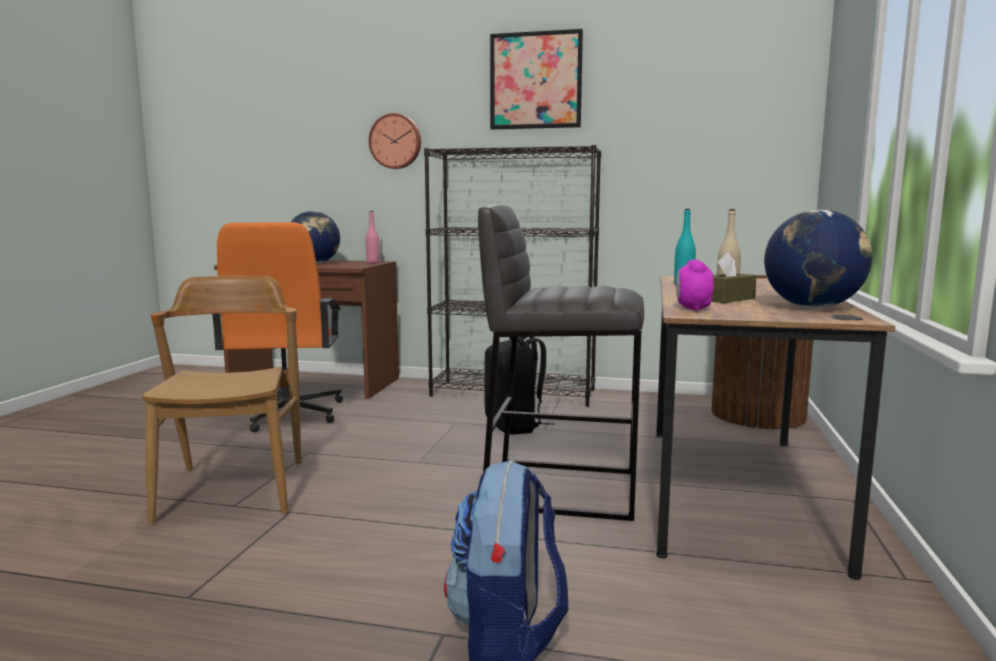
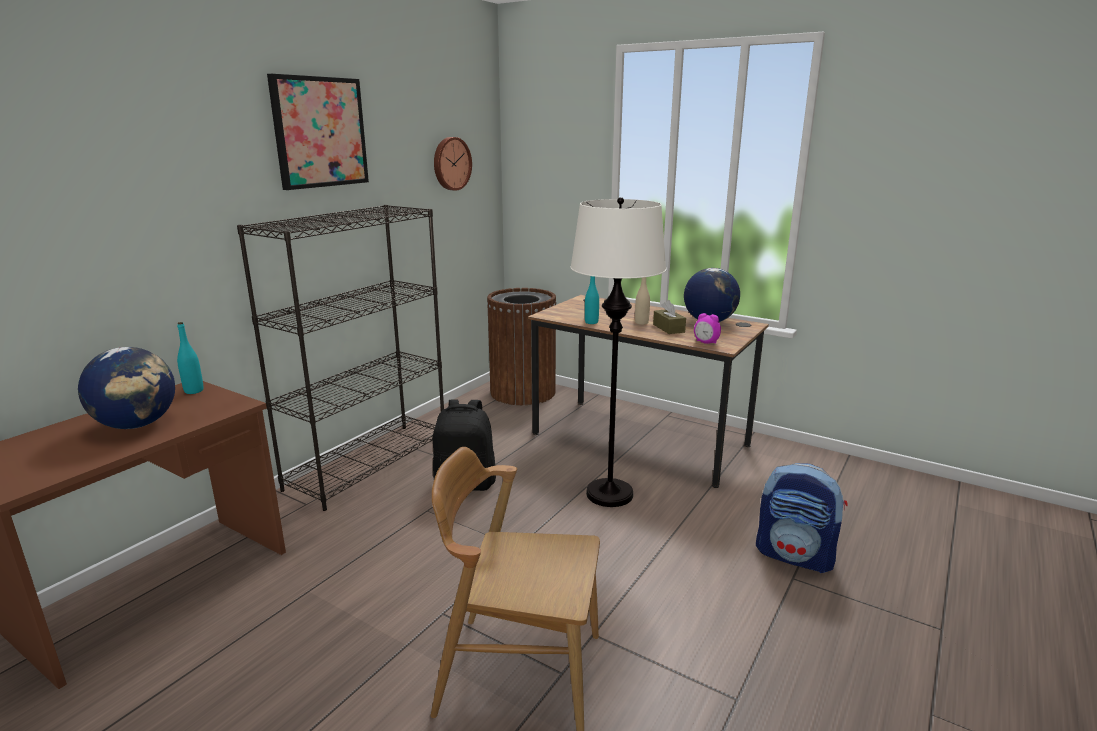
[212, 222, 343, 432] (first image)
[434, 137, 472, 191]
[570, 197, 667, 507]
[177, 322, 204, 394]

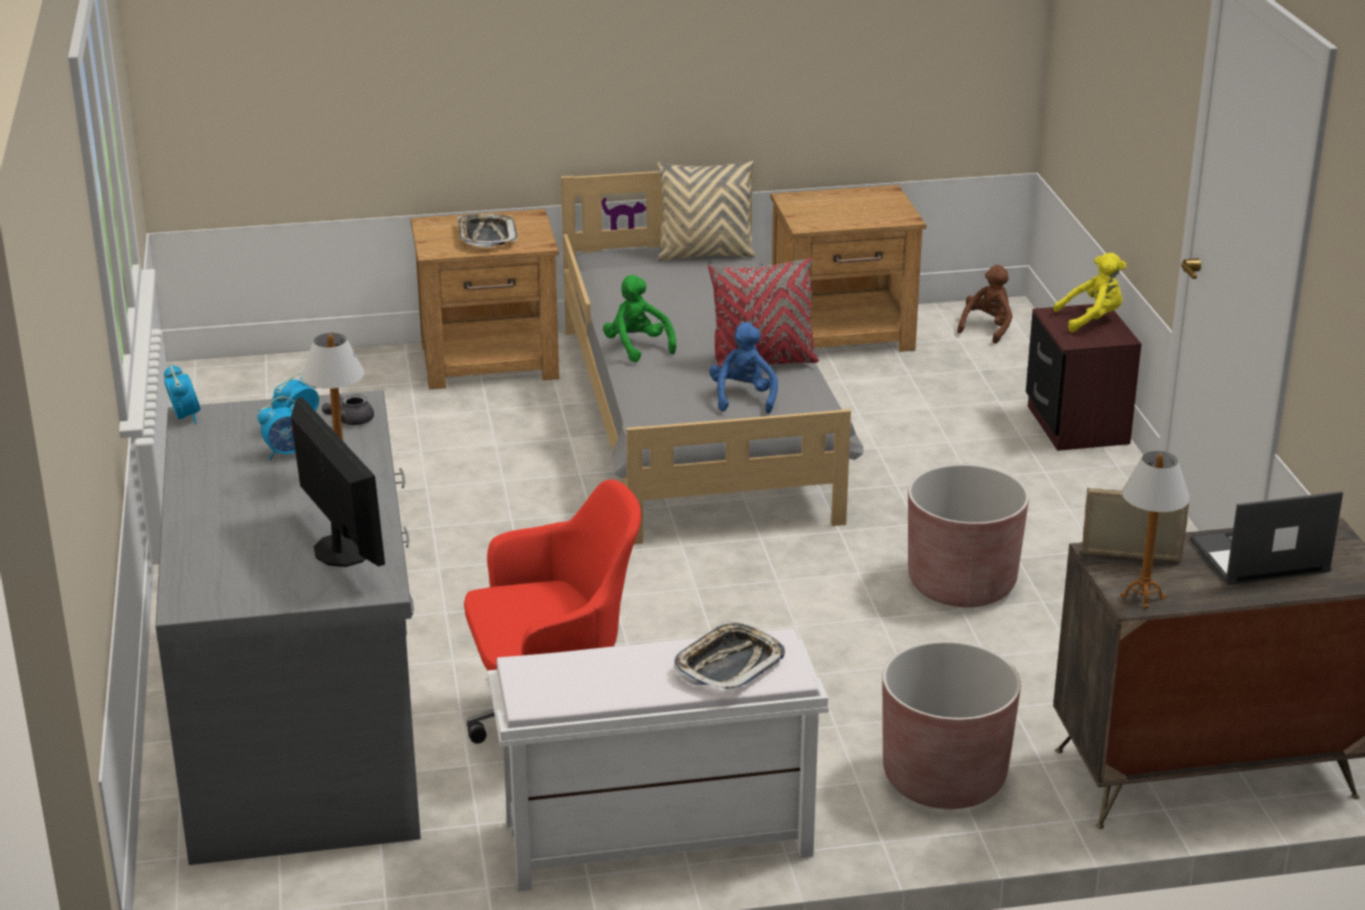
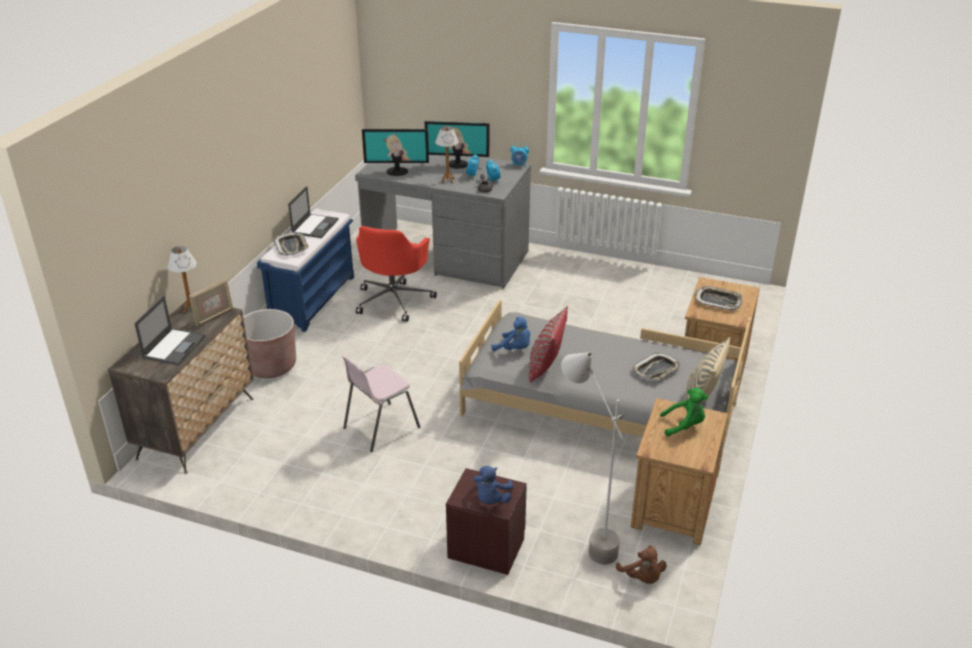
[288, 186, 338, 238]
[425, 121, 489, 169]
[561, 352, 625, 564]
[632, 353, 680, 381]
[660, 388, 708, 436]
[342, 356, 420, 452]
[257, 209, 354, 332]
[473, 466, 514, 504]

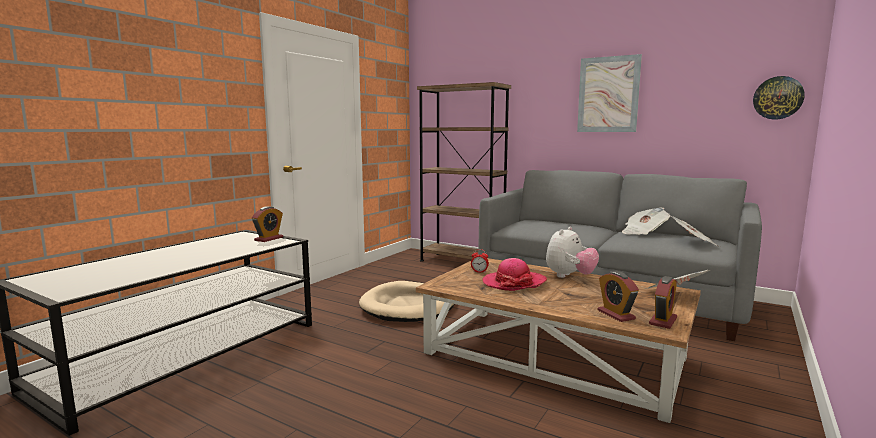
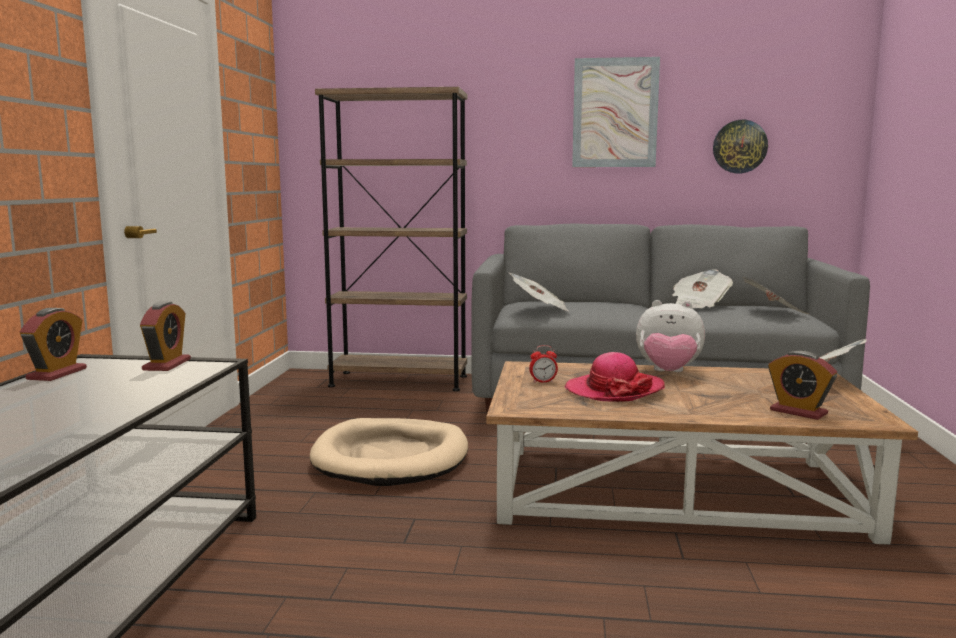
[509, 273, 570, 312]
[20, 308, 87, 381]
[713, 120, 768, 173]
[636, 300, 705, 372]

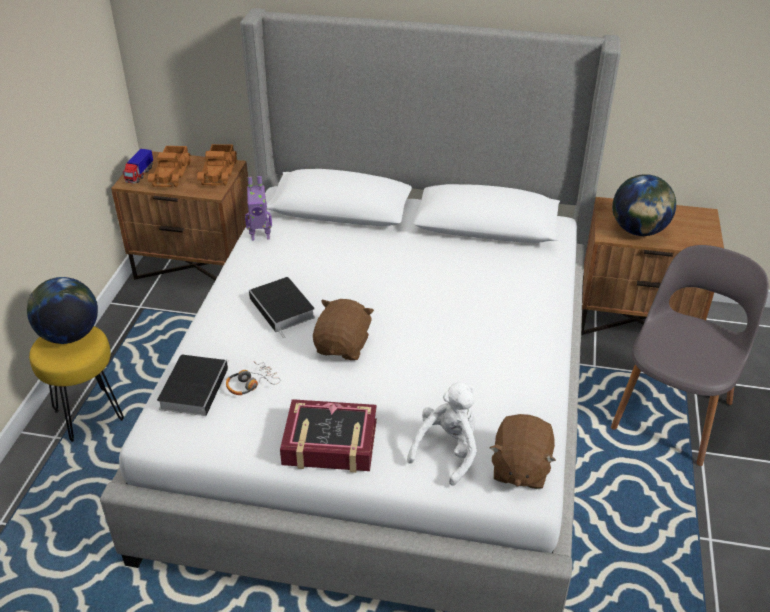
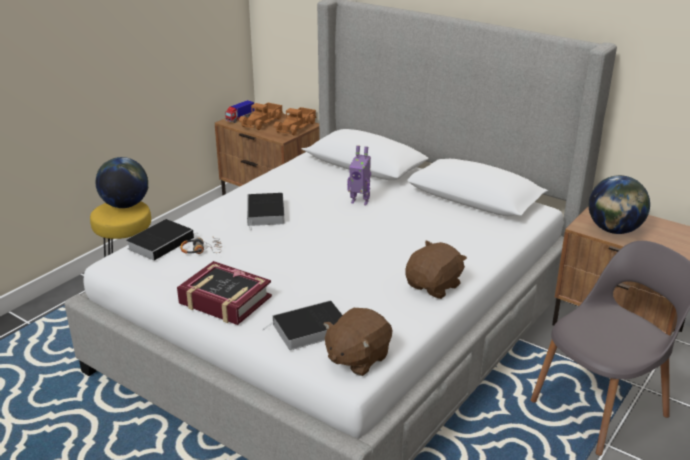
[347, 145, 371, 205]
[405, 240, 467, 299]
[265, 300, 343, 350]

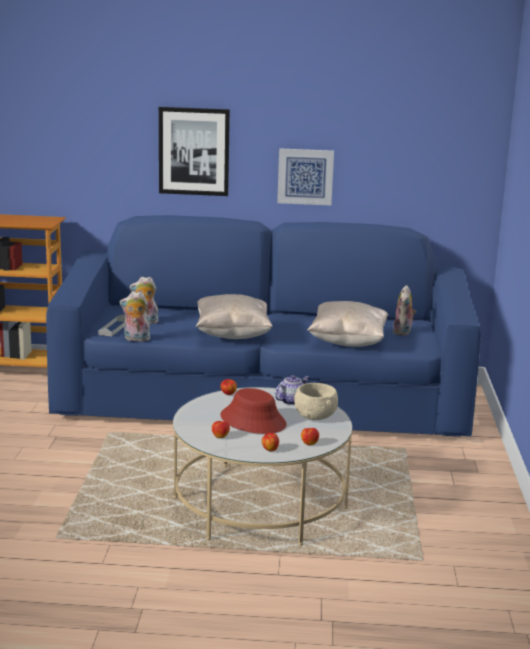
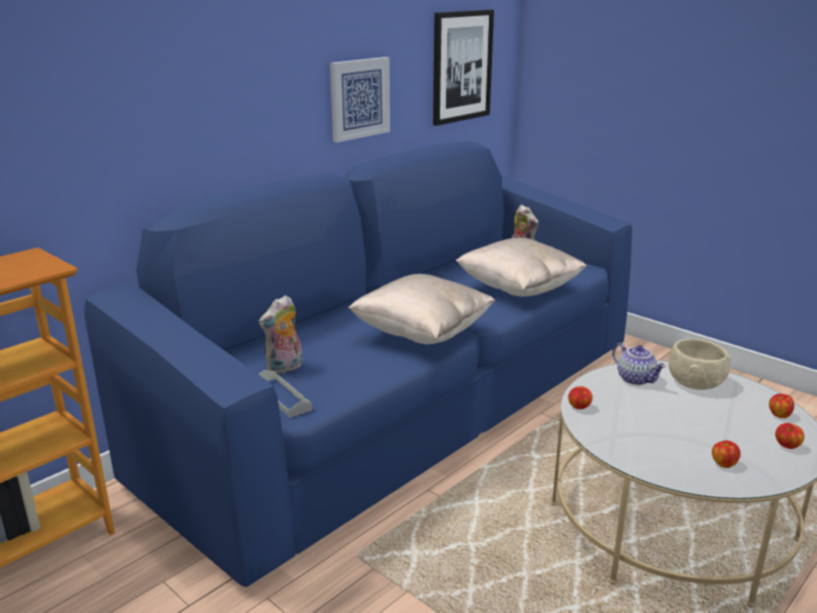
[120, 292, 150, 342] (first image)
[220, 388, 287, 434] (first image)
[433, 10, 494, 126]
[612, 343, 666, 385]

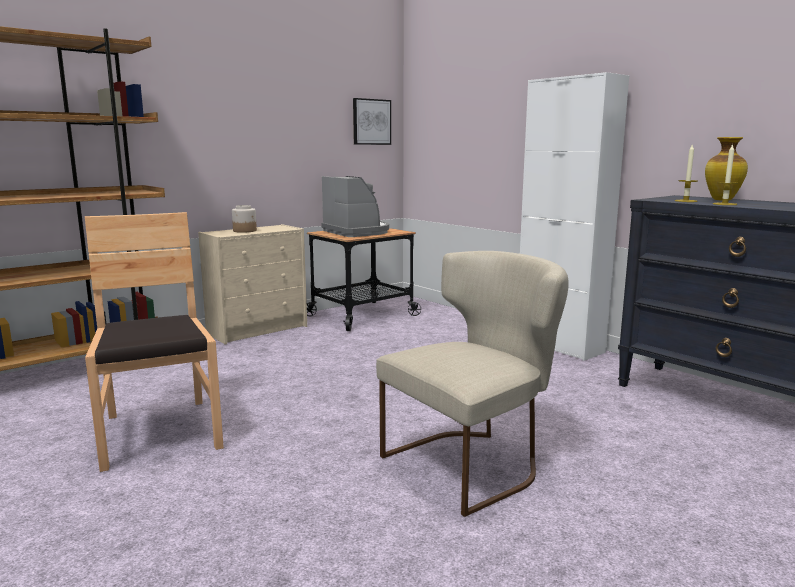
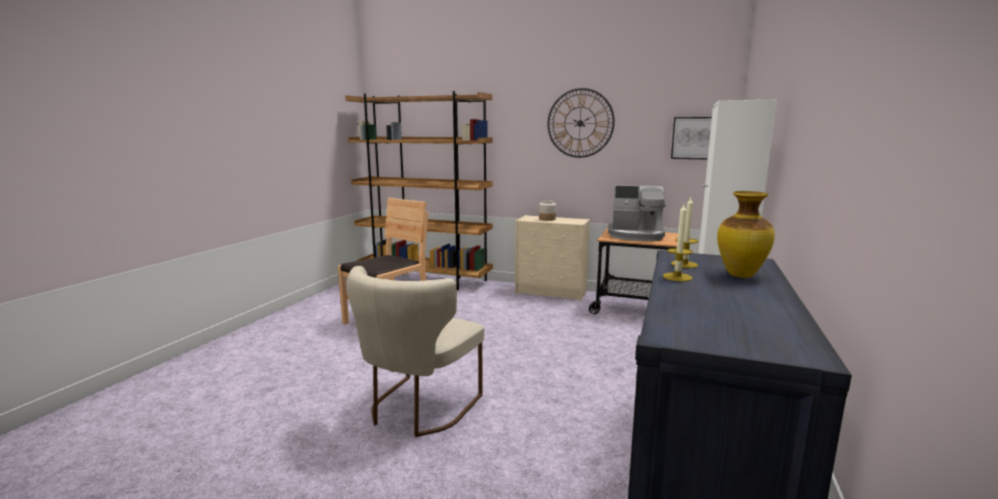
[547, 88, 615, 158]
[608, 185, 666, 241]
[347, 266, 484, 437]

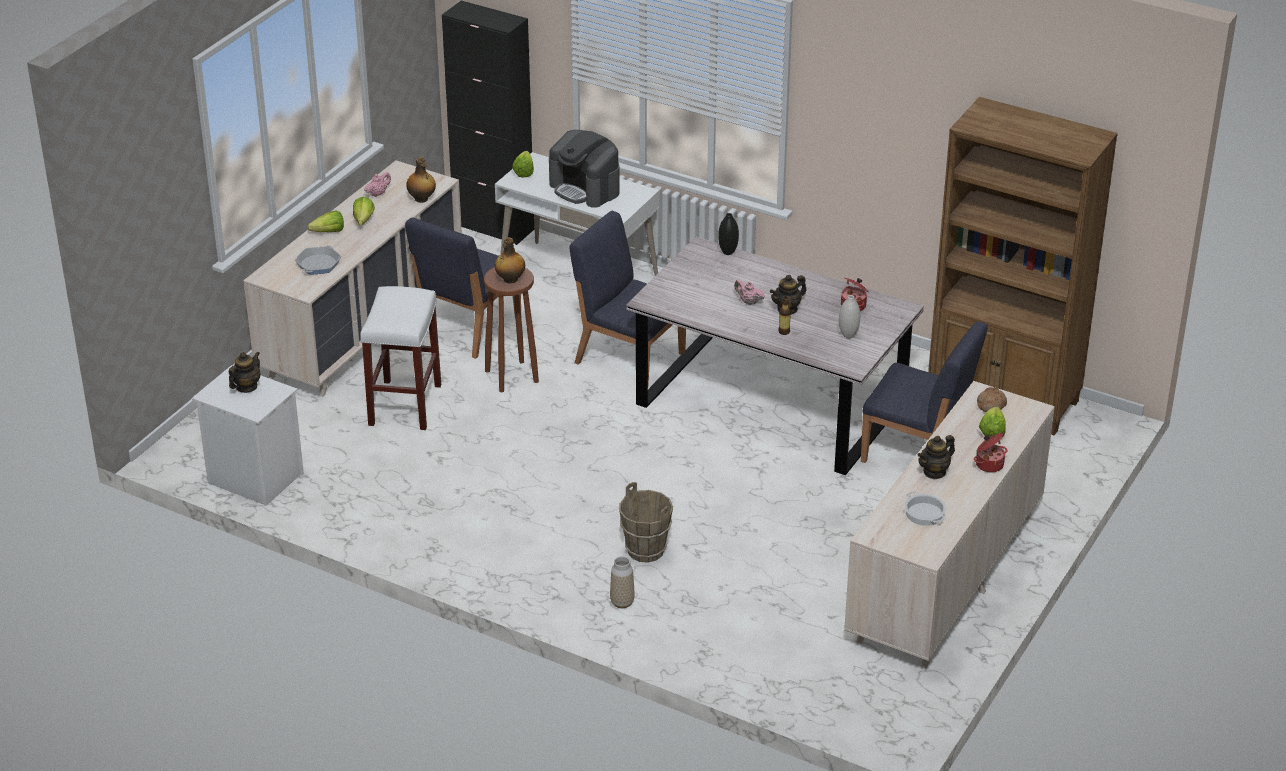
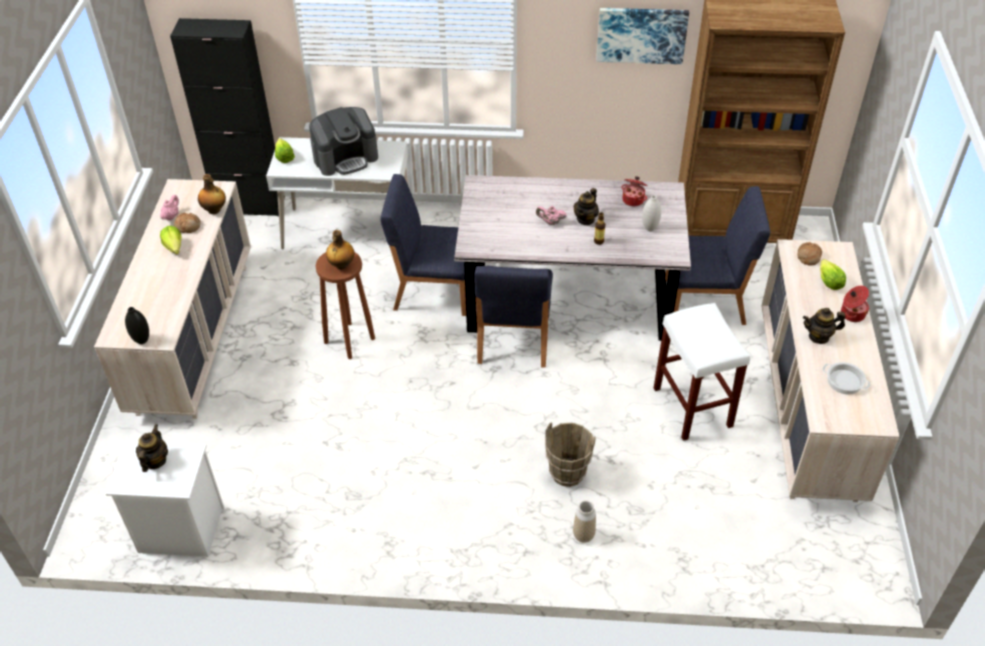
[295, 245, 341, 274] (first image)
[307, 210, 344, 232] (first image)
[174, 213, 201, 233]
[597, 8, 689, 64]
[654, 303, 750, 441]
[474, 266, 553, 368]
[125, 307, 149, 344]
[309, 107, 378, 176]
[803, 308, 845, 344]

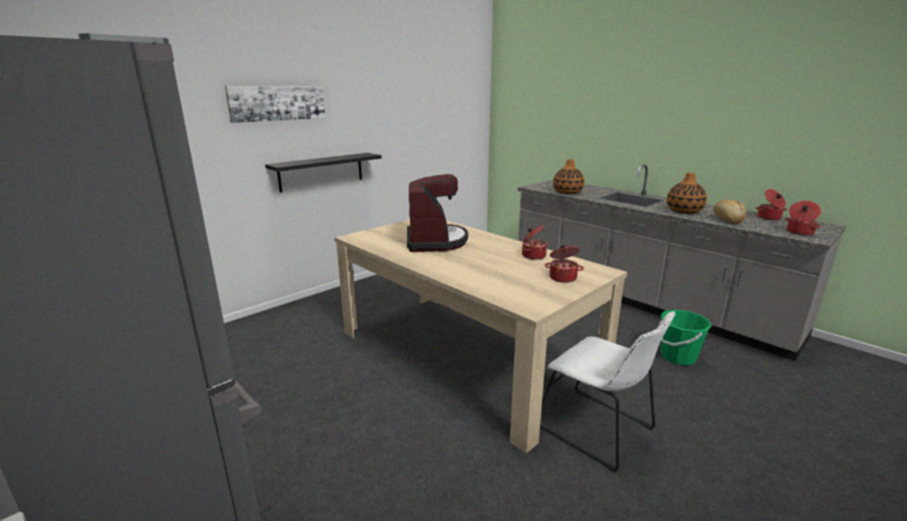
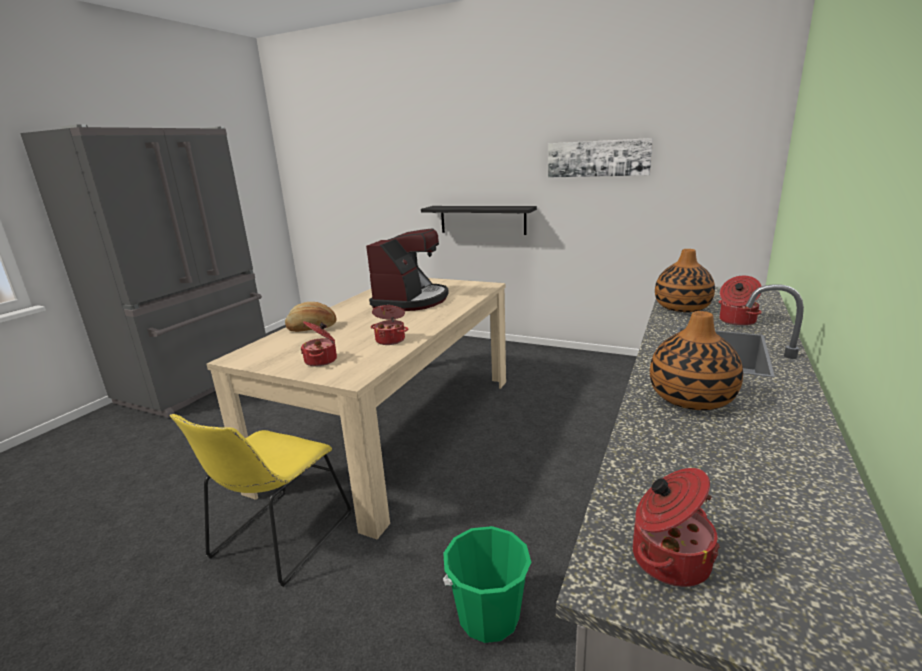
[548, 138, 653, 178]
[285, 302, 336, 332]
[719, 276, 762, 326]
[170, 414, 352, 587]
[366, 229, 449, 311]

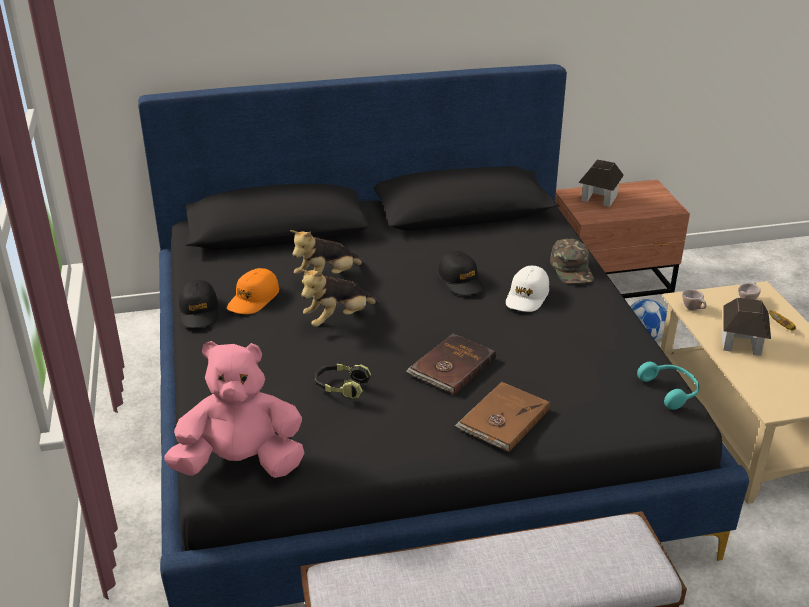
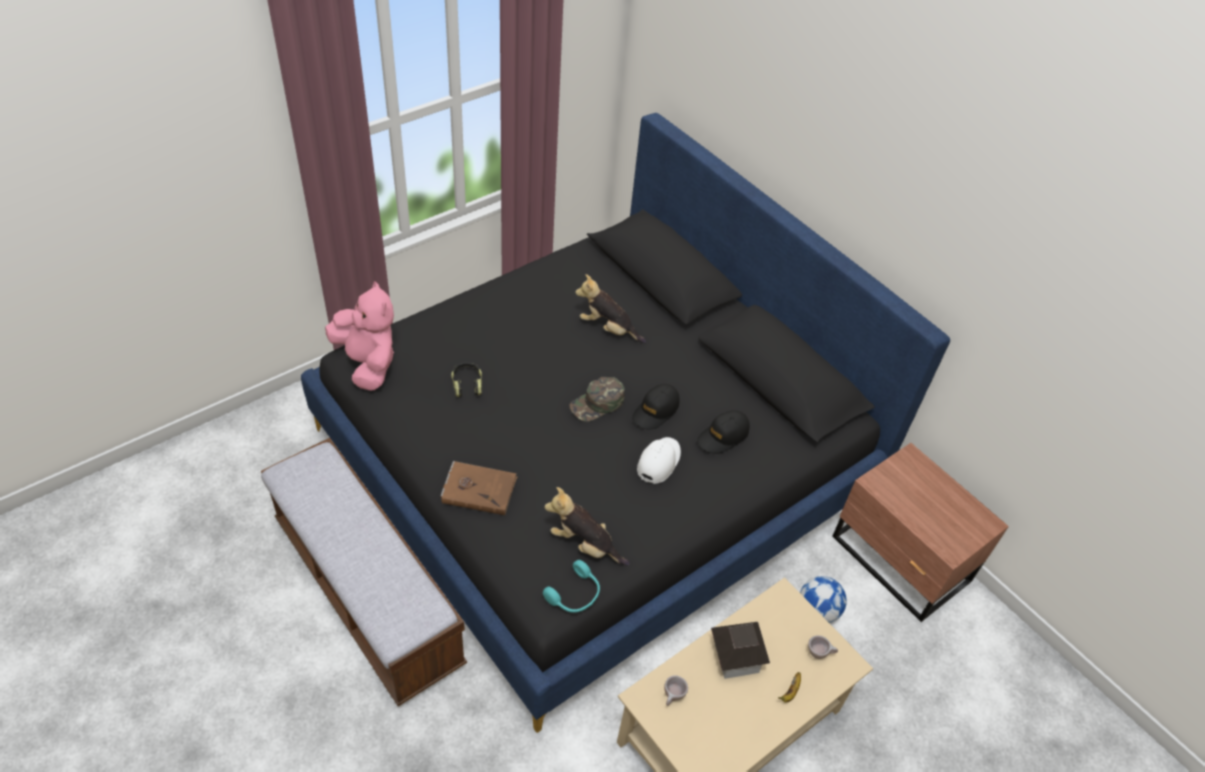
[227, 268, 279, 314] (first image)
[406, 333, 496, 395] (first image)
[578, 160, 624, 207] (first image)
[697, 410, 750, 454]
[545, 487, 630, 566]
[569, 377, 625, 422]
[664, 675, 688, 706]
[637, 437, 681, 484]

